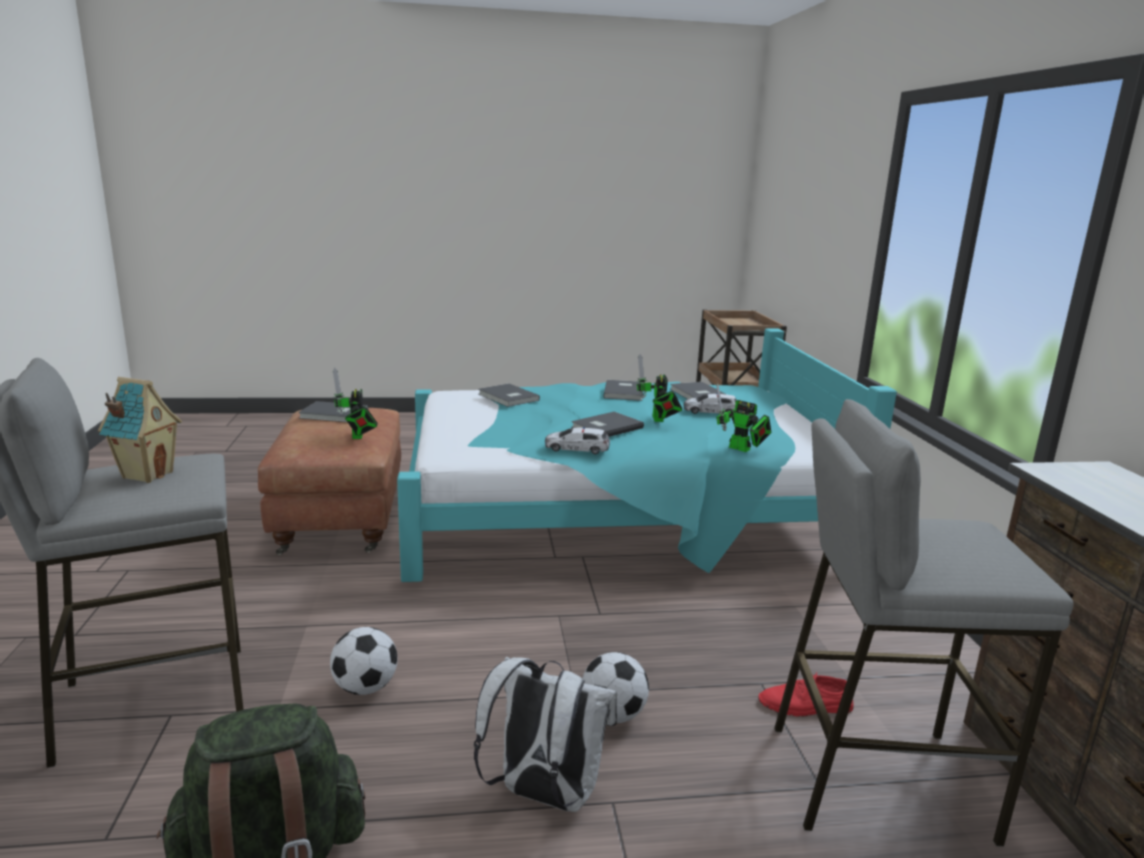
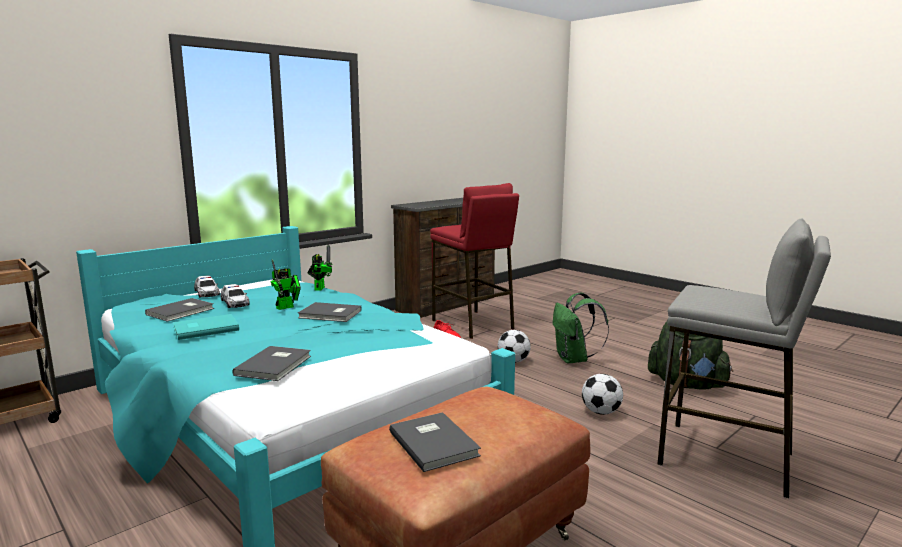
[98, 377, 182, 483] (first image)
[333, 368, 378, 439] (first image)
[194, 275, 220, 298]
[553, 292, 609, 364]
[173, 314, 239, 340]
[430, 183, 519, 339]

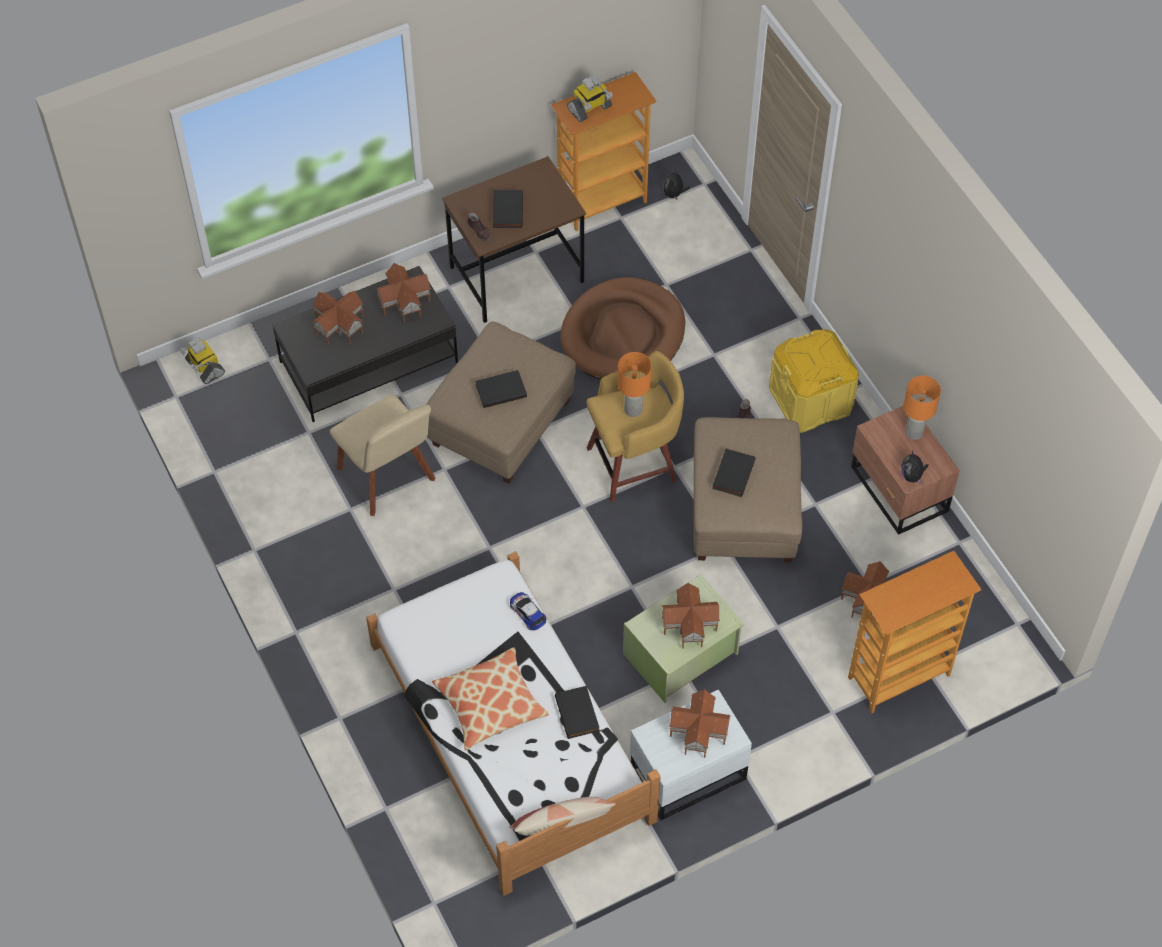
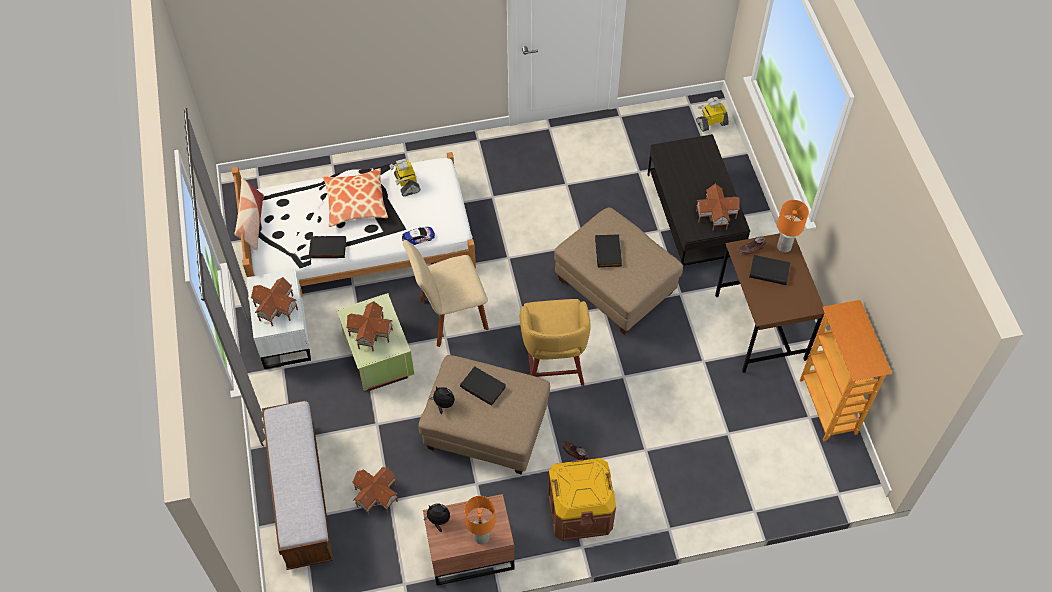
[312, 291, 363, 345] (first image)
[561, 277, 686, 380] (first image)
[403, 240, 489, 347]
[390, 159, 421, 196]
[777, 200, 809, 253]
[429, 386, 455, 414]
[262, 400, 333, 570]
[548, 458, 616, 541]

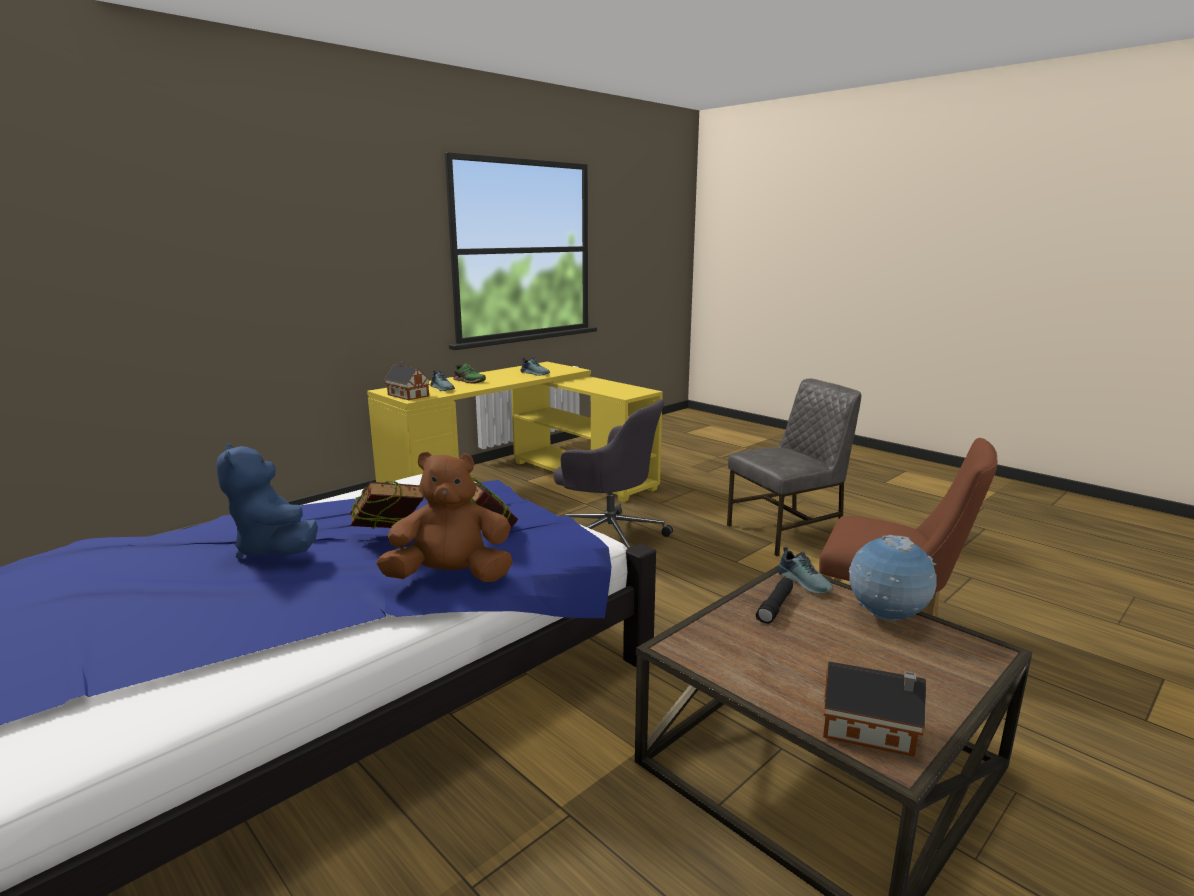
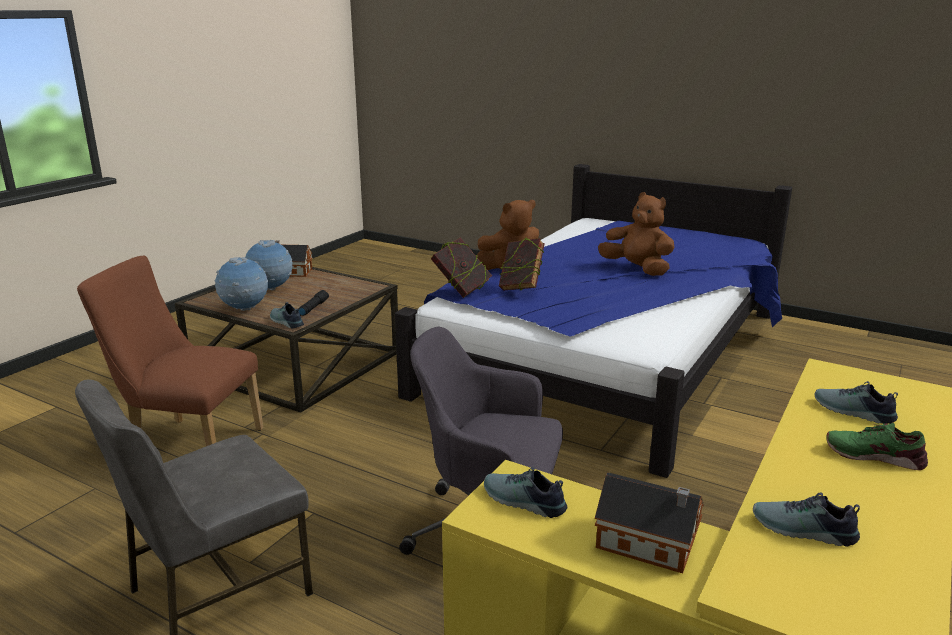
[245, 240, 293, 290]
[484, 467, 567, 518]
[431, 238, 492, 298]
[595, 472, 704, 573]
[598, 192, 674, 276]

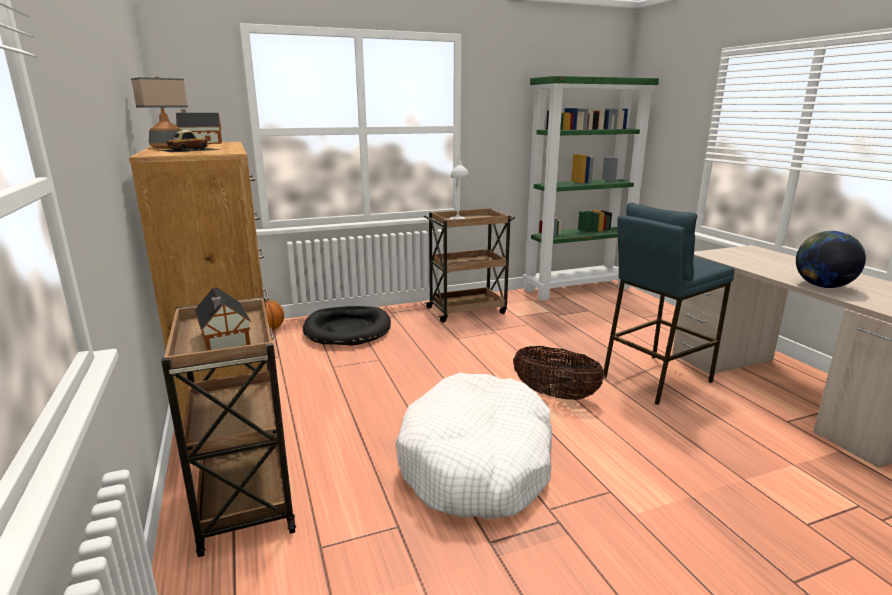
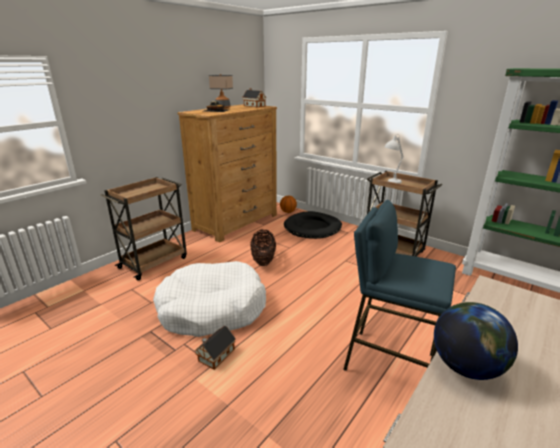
[196, 326, 236, 370]
[250, 230, 276, 266]

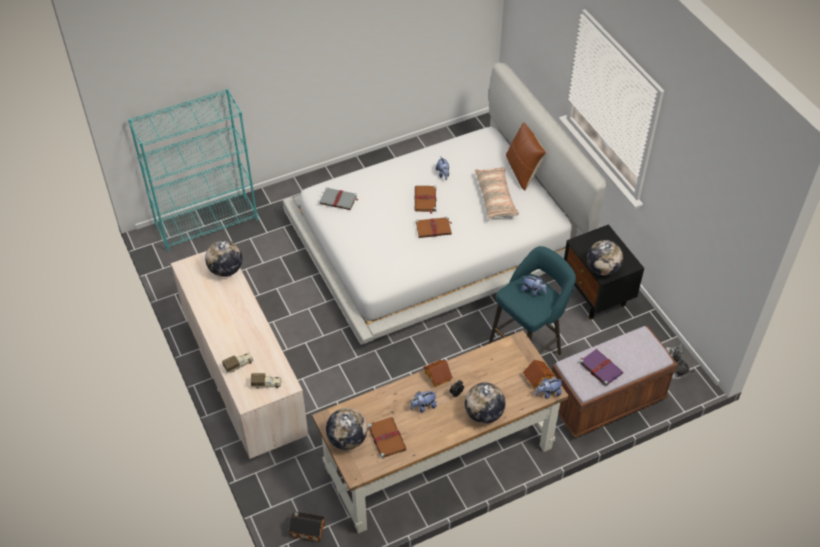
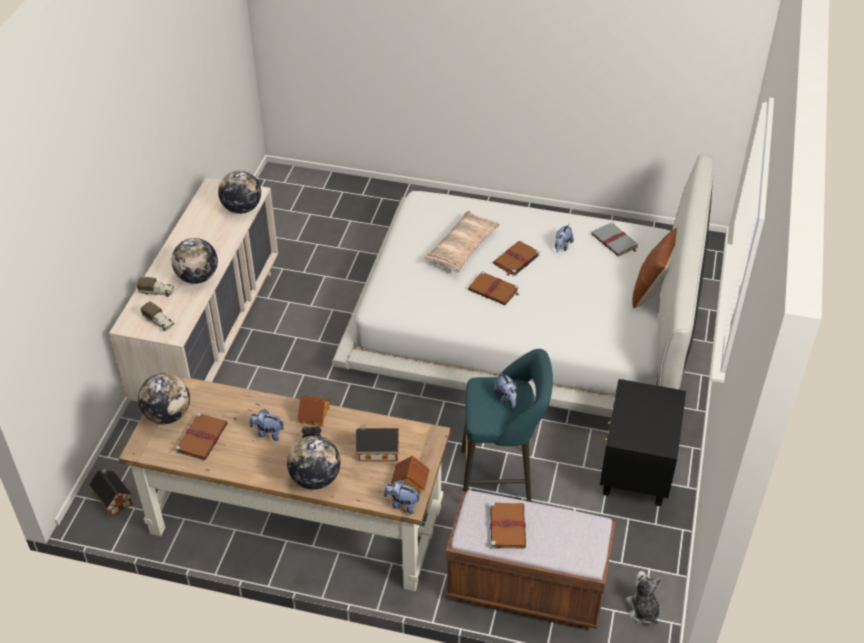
[128, 89, 258, 251] (first image)
[356, 424, 399, 461]
[591, 222, 638, 256]
[424, 211, 500, 273]
[172, 238, 218, 284]
[490, 502, 526, 549]

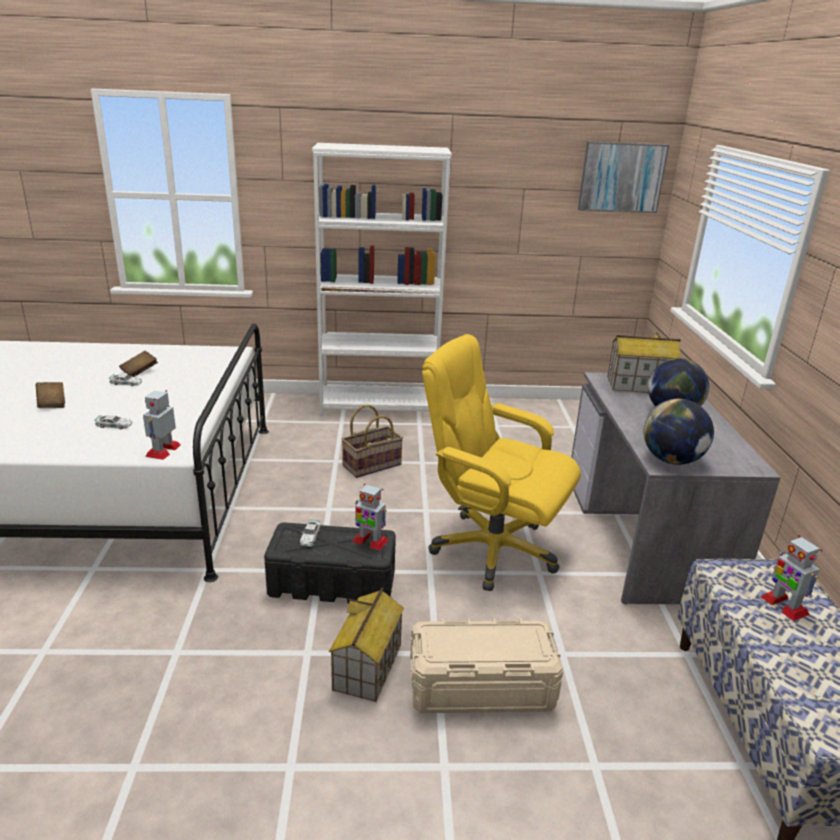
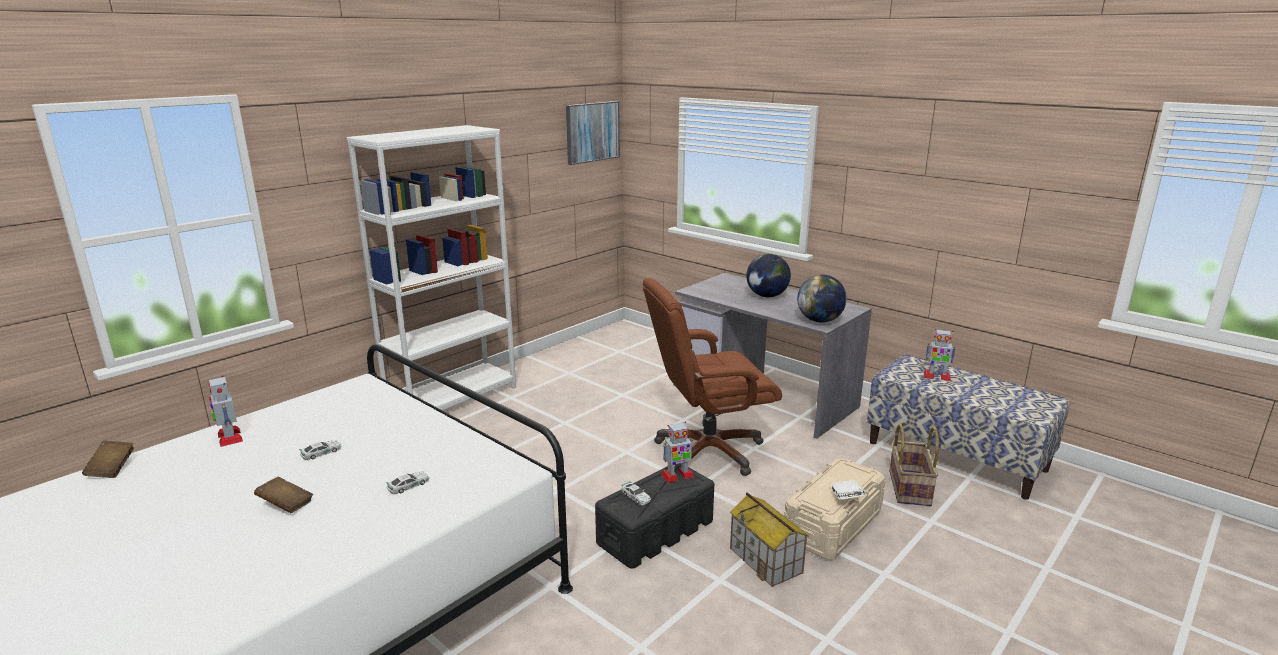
[607, 332, 681, 393] (first image)
[831, 480, 865, 500]
[82, 441, 134, 478]
[209, 375, 243, 447]
[889, 424, 939, 506]
[643, 278, 782, 476]

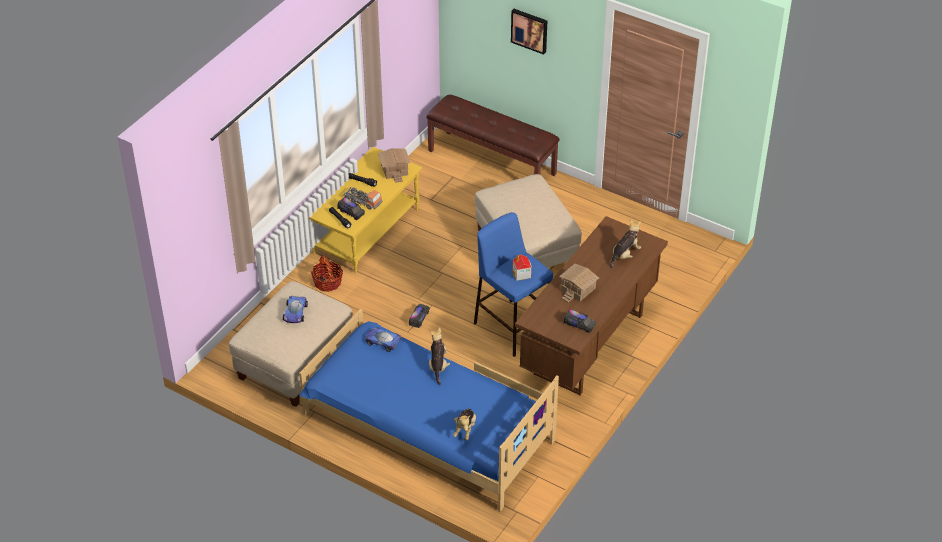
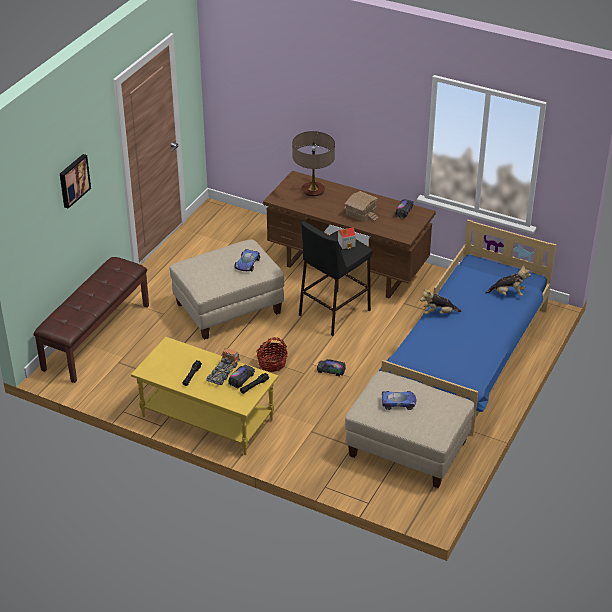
[378, 148, 411, 183] (first image)
[256, 337, 288, 372]
[234, 249, 260, 271]
[292, 131, 335, 196]
[299, 221, 372, 336]

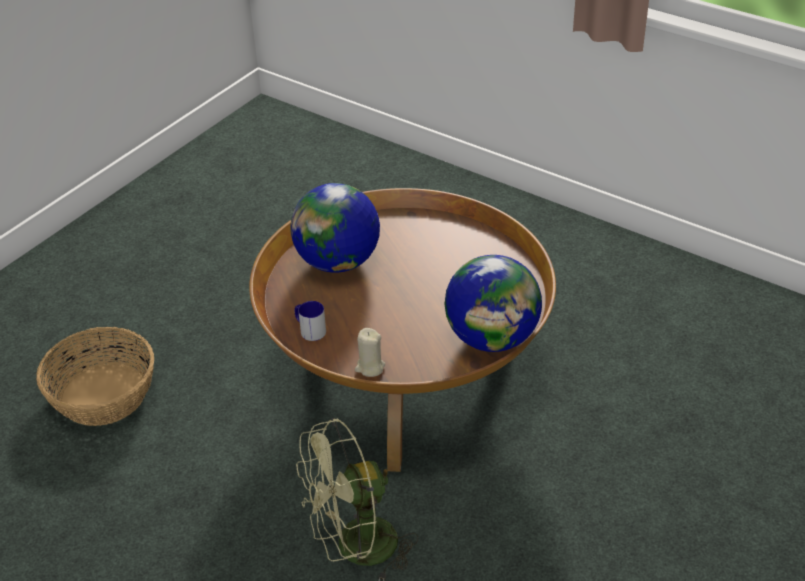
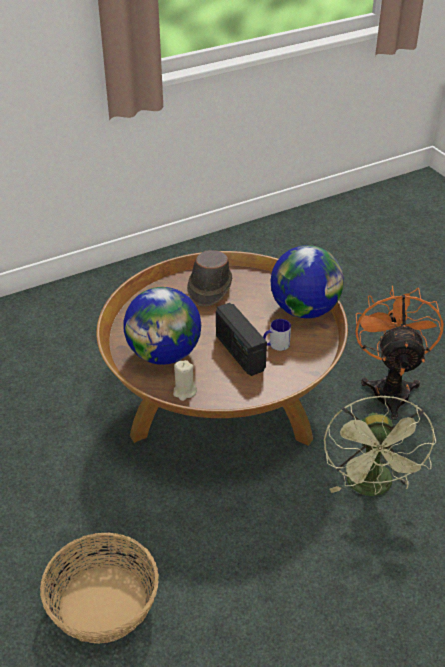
[187, 250, 232, 306]
[216, 303, 267, 376]
[356, 285, 443, 420]
[263, 319, 291, 351]
[173, 360, 197, 401]

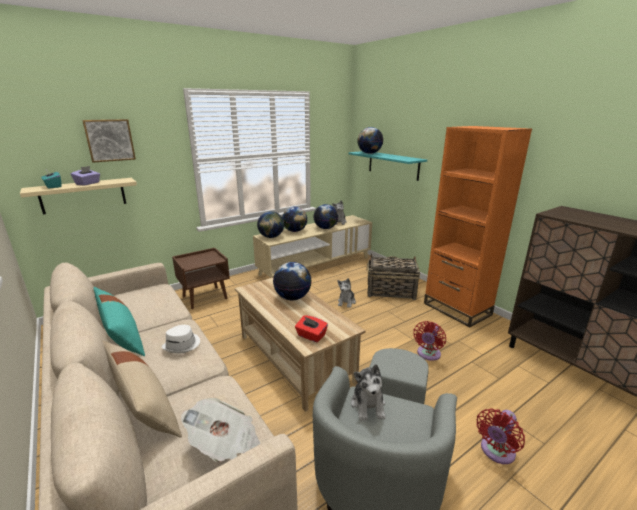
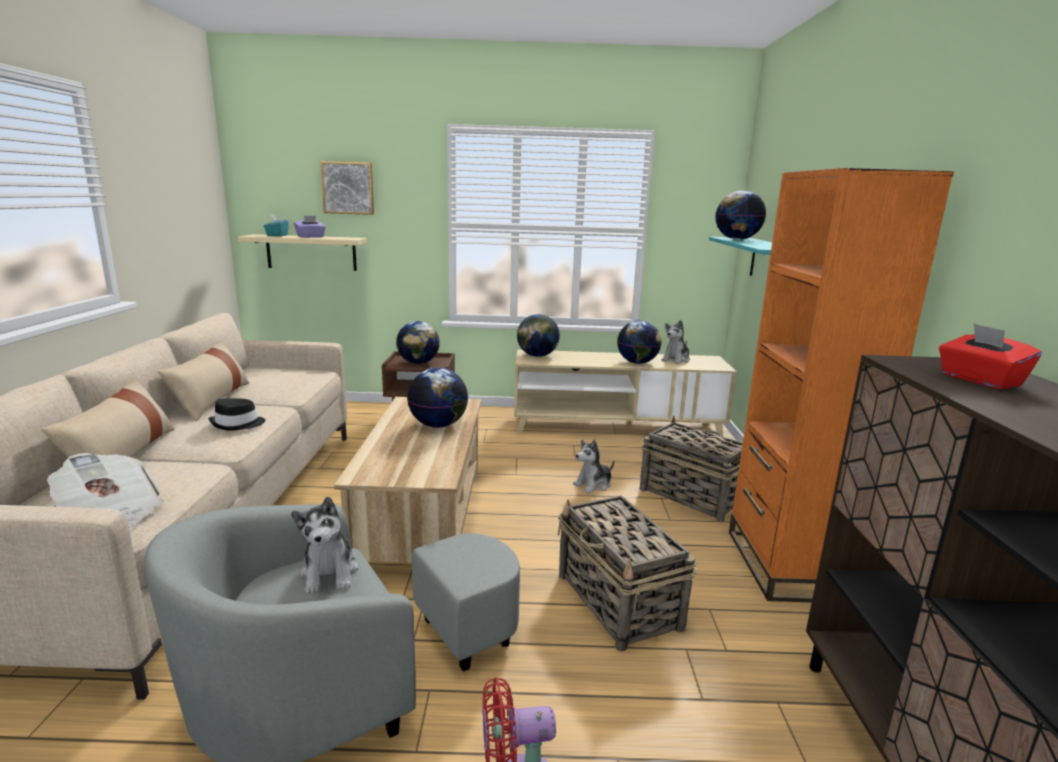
[396, 321, 440, 364]
[939, 324, 1042, 389]
[558, 496, 697, 651]
[158, 340, 250, 421]
[209, 398, 266, 431]
[291, 496, 359, 594]

